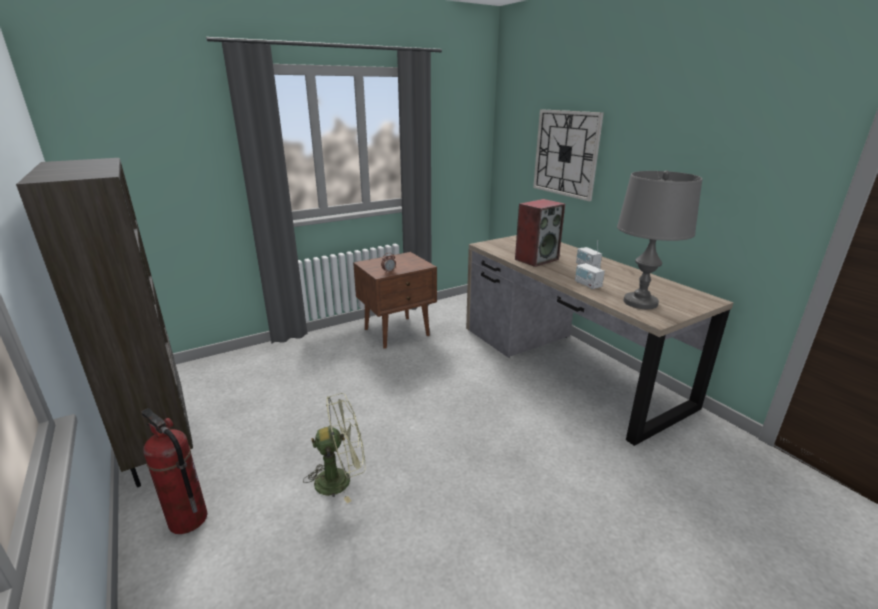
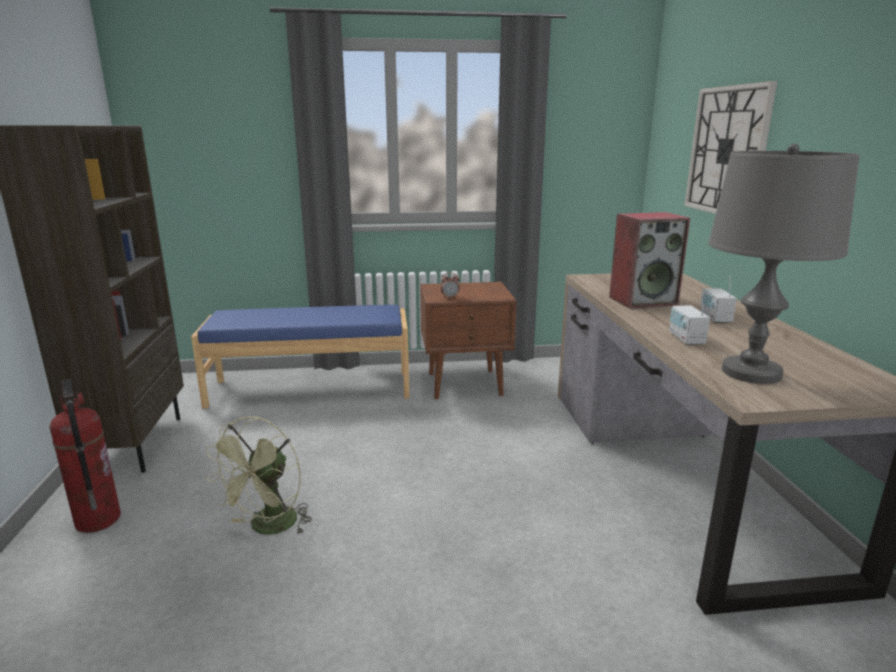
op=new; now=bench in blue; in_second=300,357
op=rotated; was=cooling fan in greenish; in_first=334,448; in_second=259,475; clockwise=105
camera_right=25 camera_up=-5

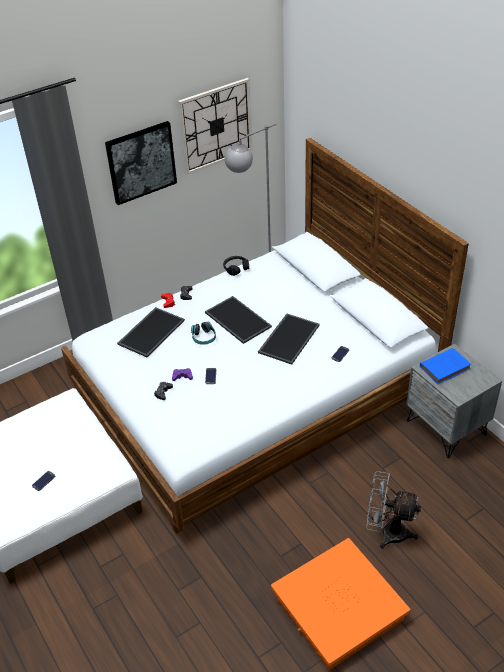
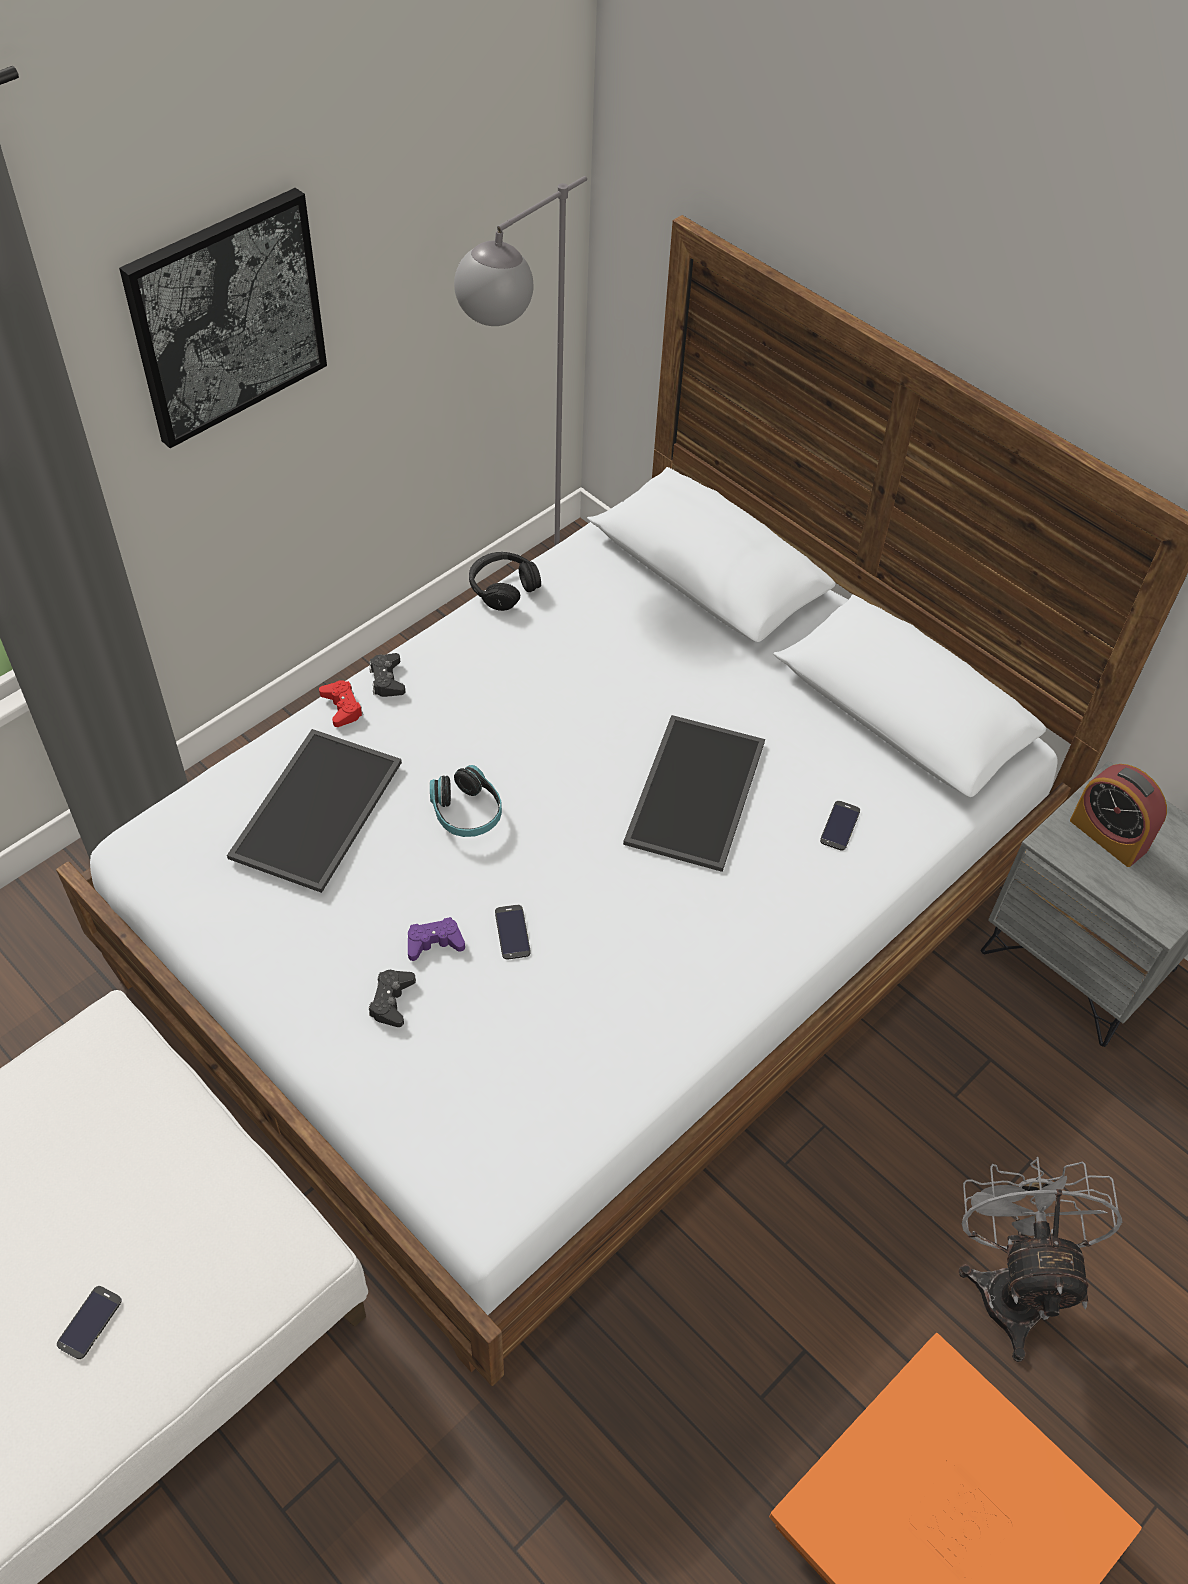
op=gone; was=wall clock; in_first=215,126
op=gone; was=tray; in_first=238,320
op=swapped; was=volume in blue; now=table clock; in_first=445,366; in_second=1118,815
op=rotated; was=cooling fan in grey; in_first=393,510; in_second=1040,1259; clockwise=90
camera_right=-15 camera_up=10

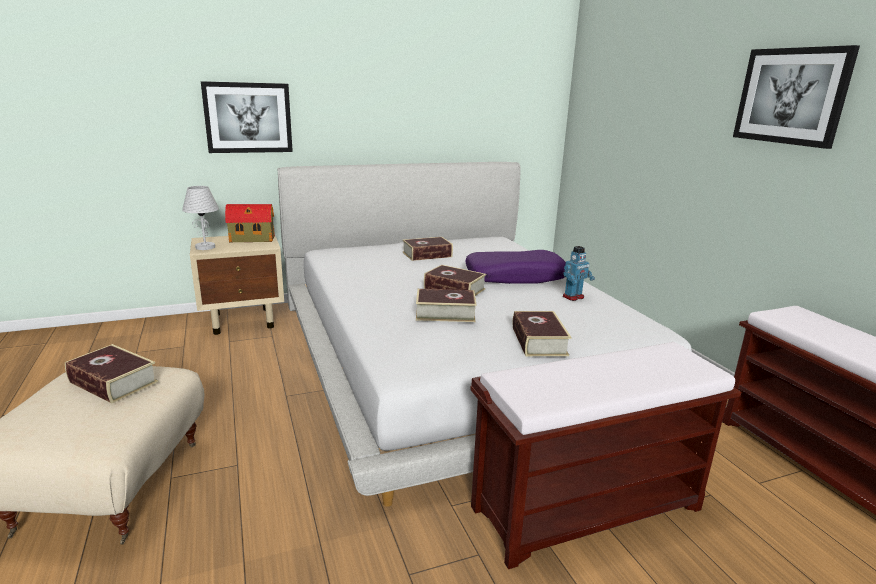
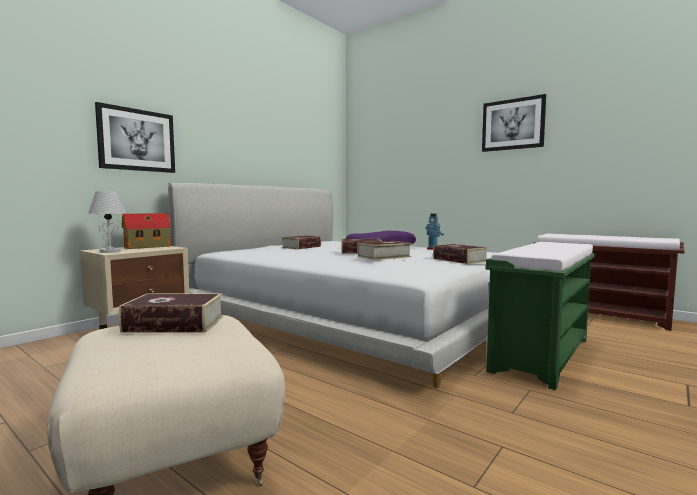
op=repainted; was=bench in brown; now=bench in greenish; in_first=605,455; in_second=540,316
camera_right=-30 camera_up=-15

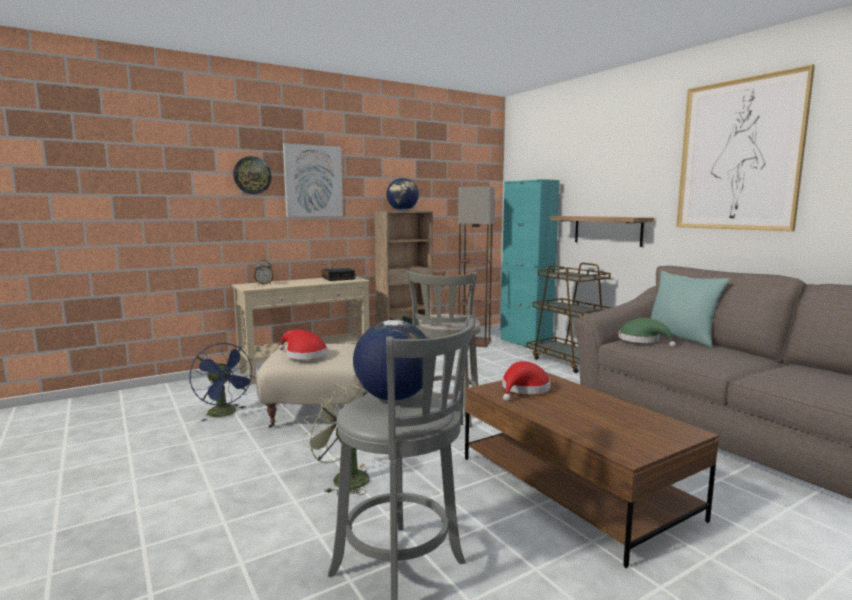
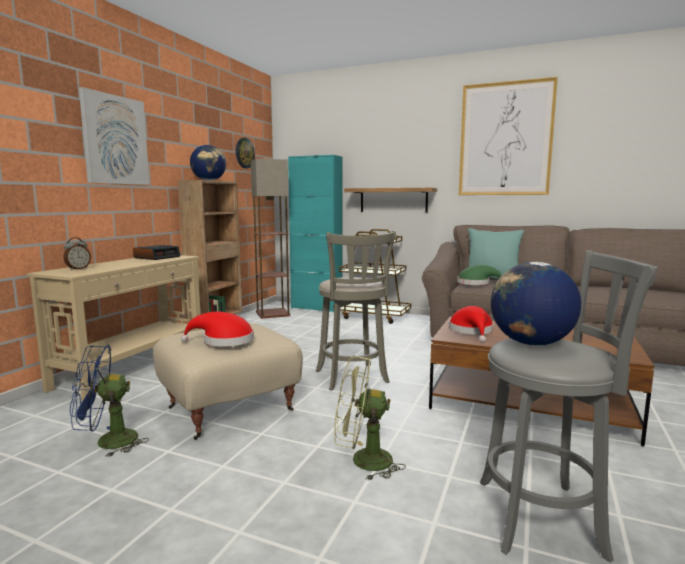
op=shifted; was=wall clock; in_first=252,175; in_second=245,153
op=rotated; was=cooling fan in blue; in_first=222,382; in_second=109,401; clockwise=150
camera_right=-35 camera_up=0

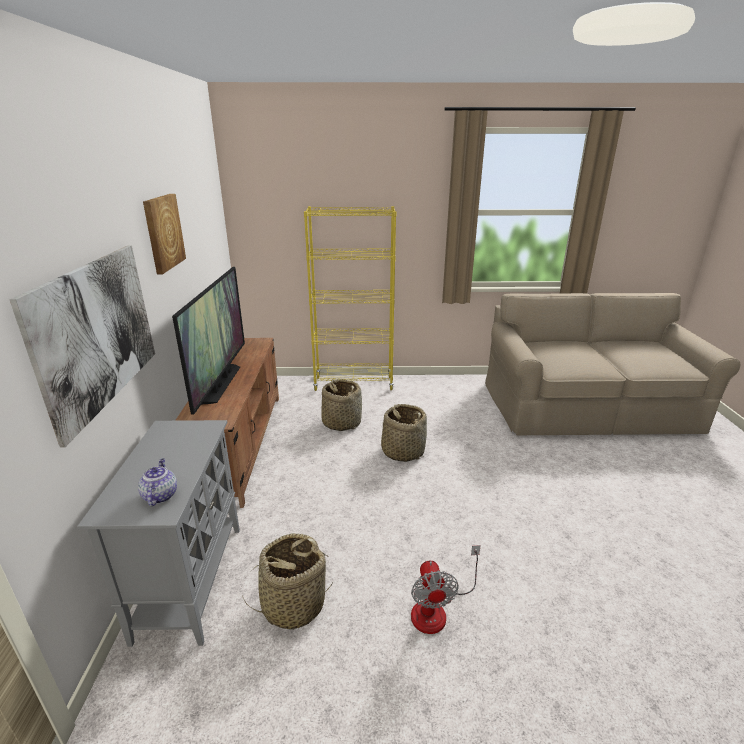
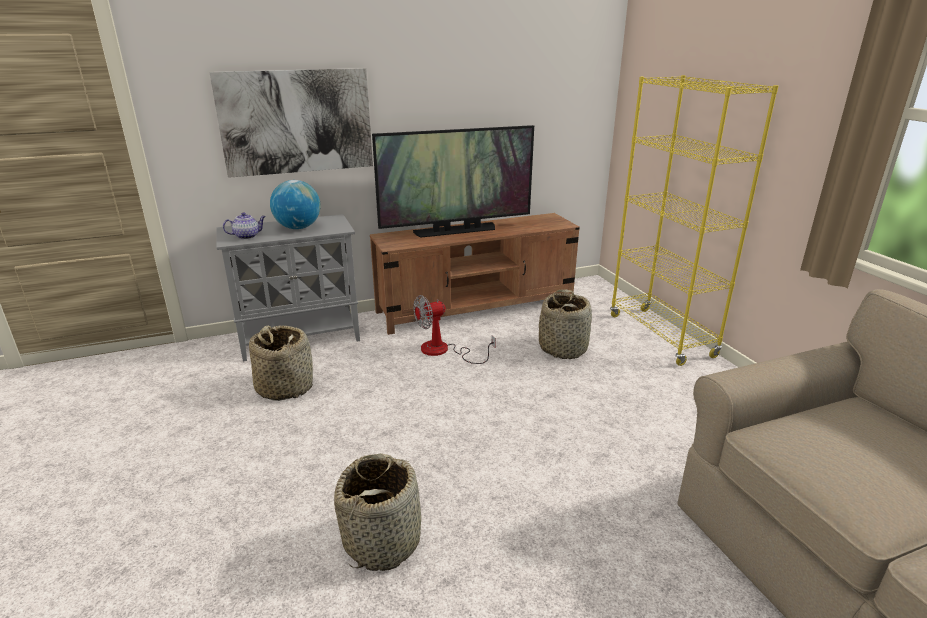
op=gone; was=picture; in_first=164,234
op=new; now=world globe; in_second=295,204
op=shifted; was=basket; in_first=404,433; in_second=377,512
op=shifted; was=cooling fan; in_first=446,589; in_second=454,329
camera_right=70 camera_up=0

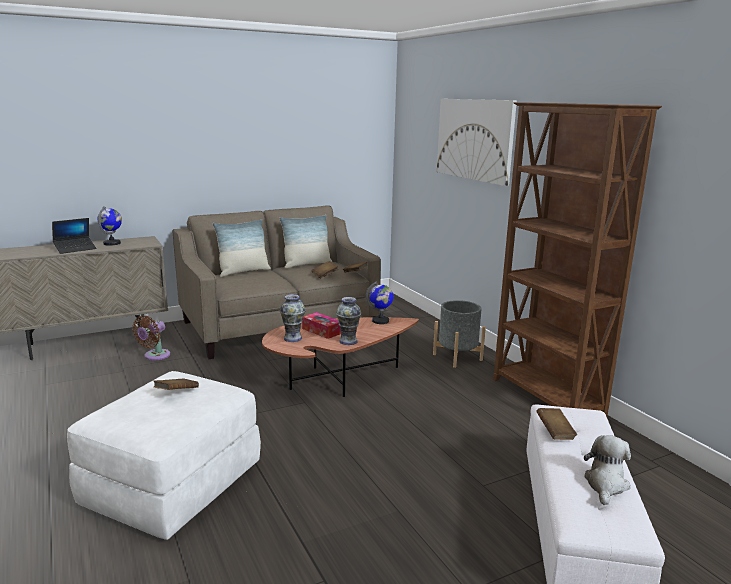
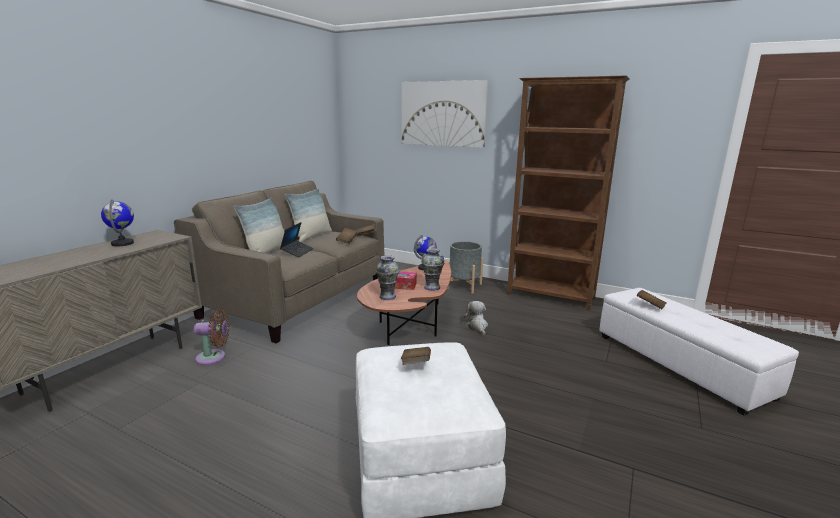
op=shifted; was=notebook computer; in_first=74,236; in_second=297,240
op=shifted; was=soft toy; in_first=607,470; in_second=476,318
op=rotated; was=cooling fan in brown; in_first=151,338; in_second=211,337; clockwise=-90
camera_right=-35 camera_up=0

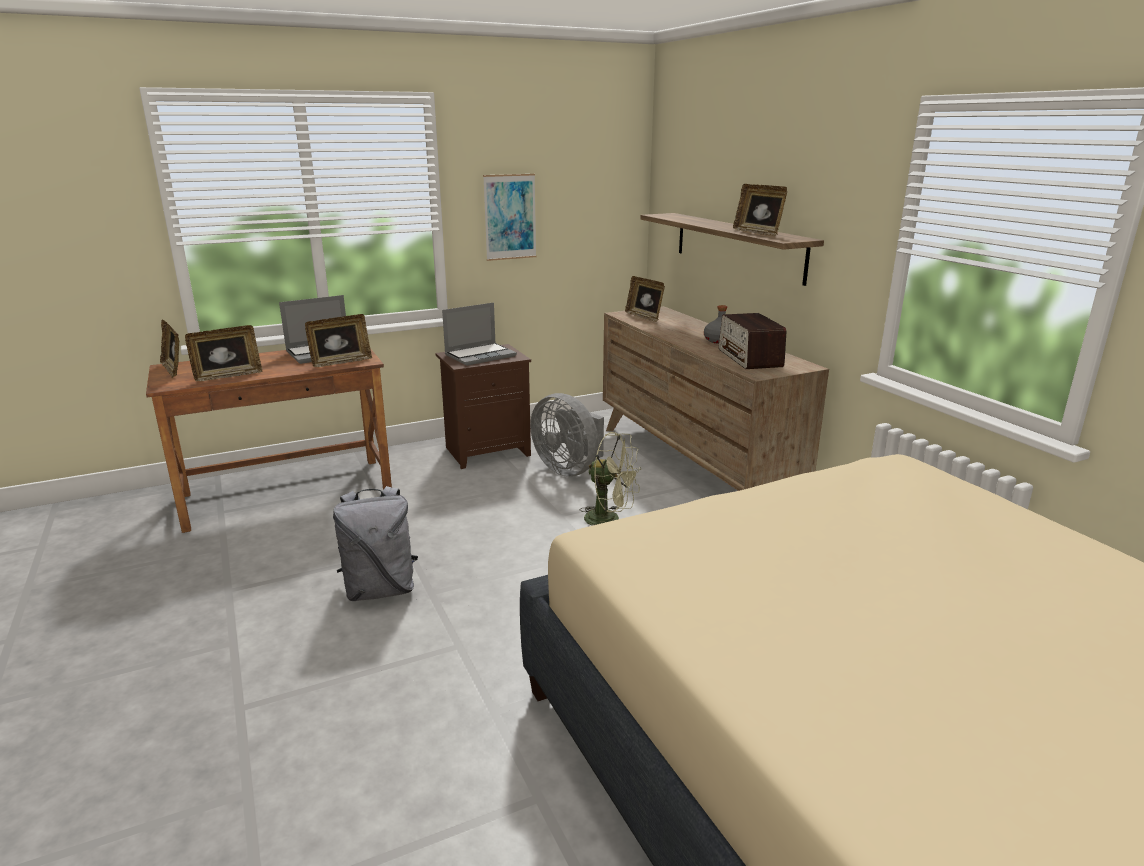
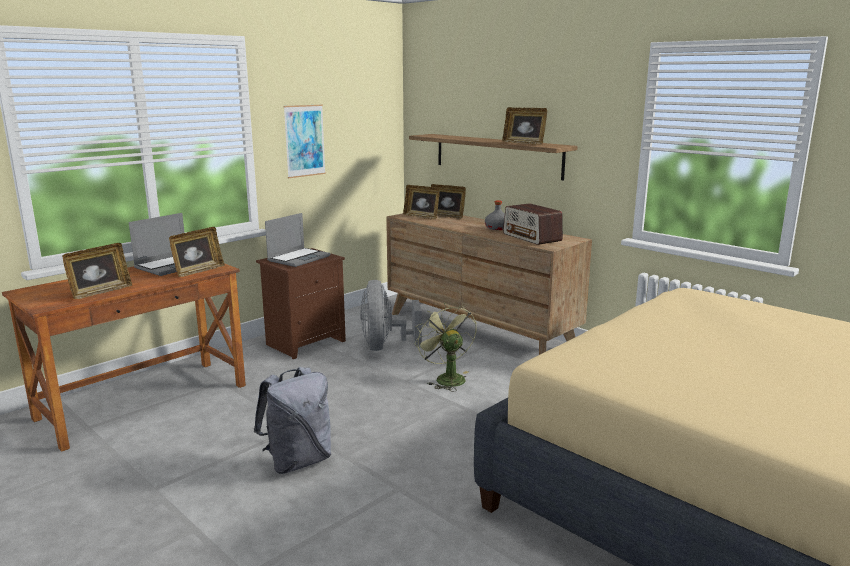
op=shifted; was=photo frame; in_first=169,349; in_second=448,201
op=rotated; was=cooling fan in grey; in_first=567,435; in_second=391,315; clockwise=60
op=rotated; was=cooling fan in greenish; in_first=610,479; in_second=445,347; clockwise=-120
camera_right=-20 camera_up=-5

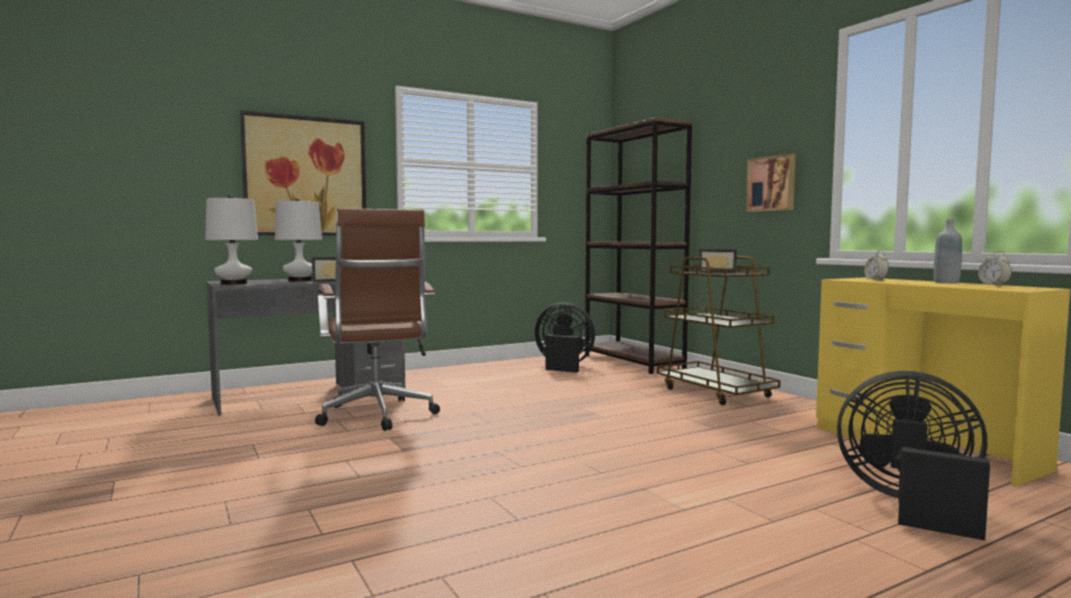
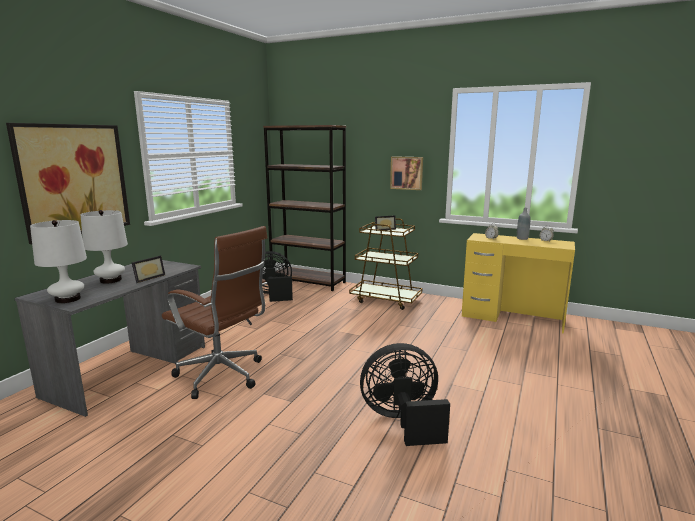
op=shifted; was=cooling fan in blackish; in_first=913,456; in_second=405,394
camera_right=-35 camera_up=10

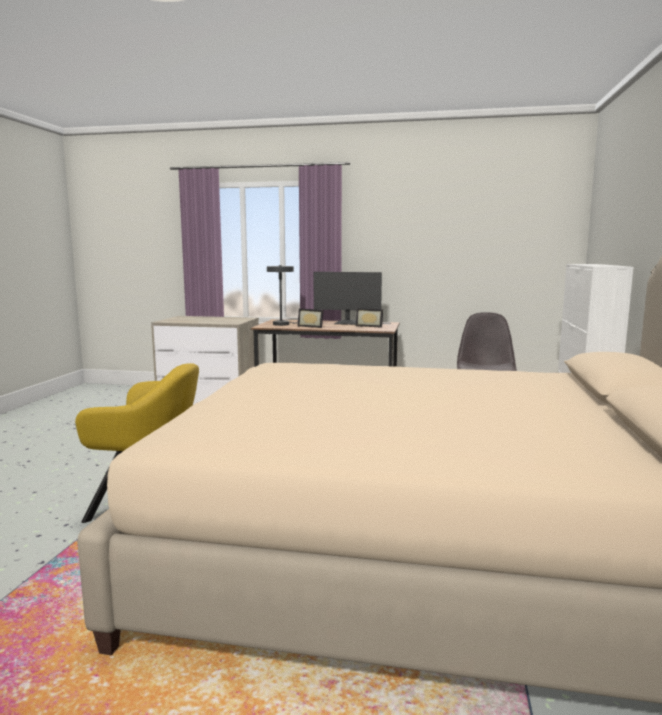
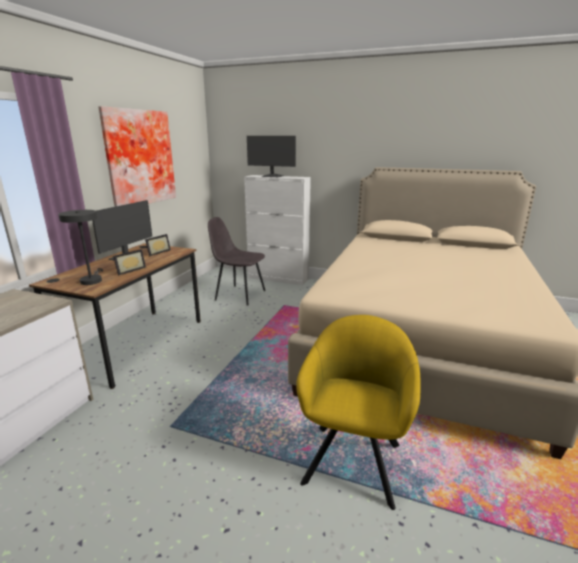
op=new; now=picture; in_second=137,156
op=new; now=computer screen; in_second=271,156
camera_right=-80 camera_up=10

